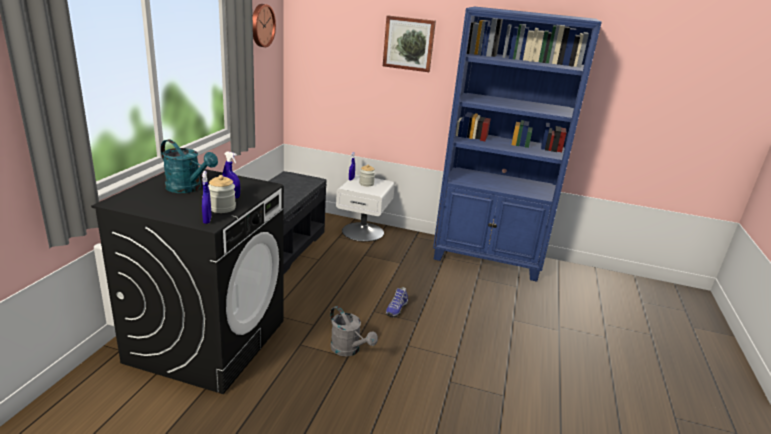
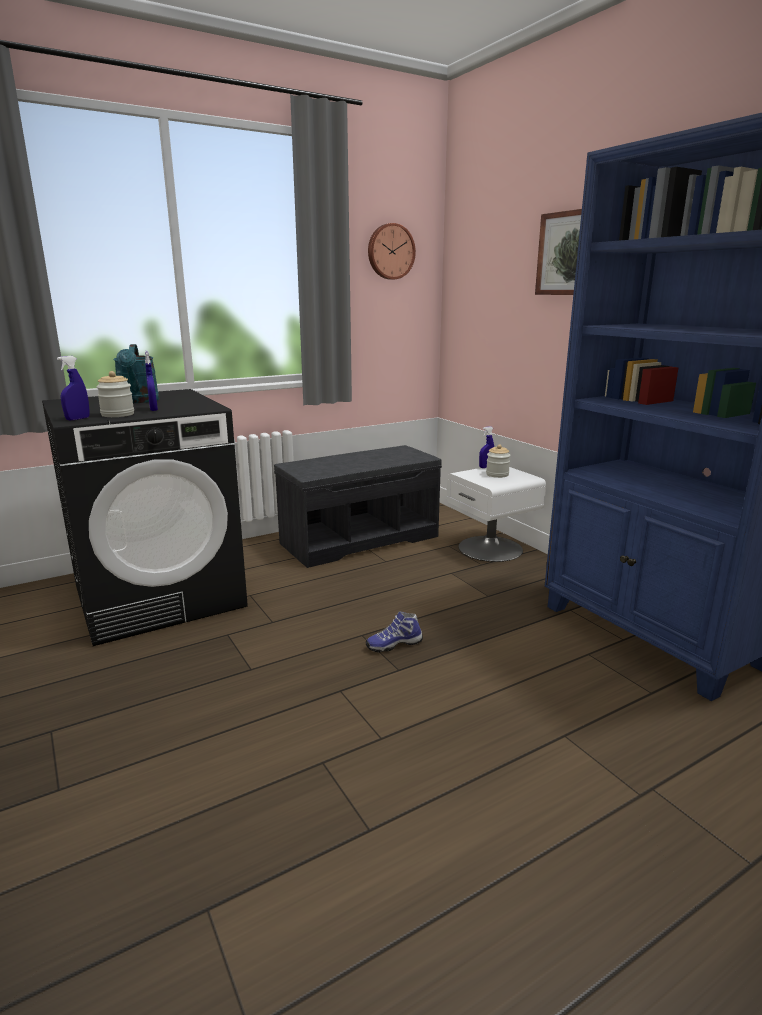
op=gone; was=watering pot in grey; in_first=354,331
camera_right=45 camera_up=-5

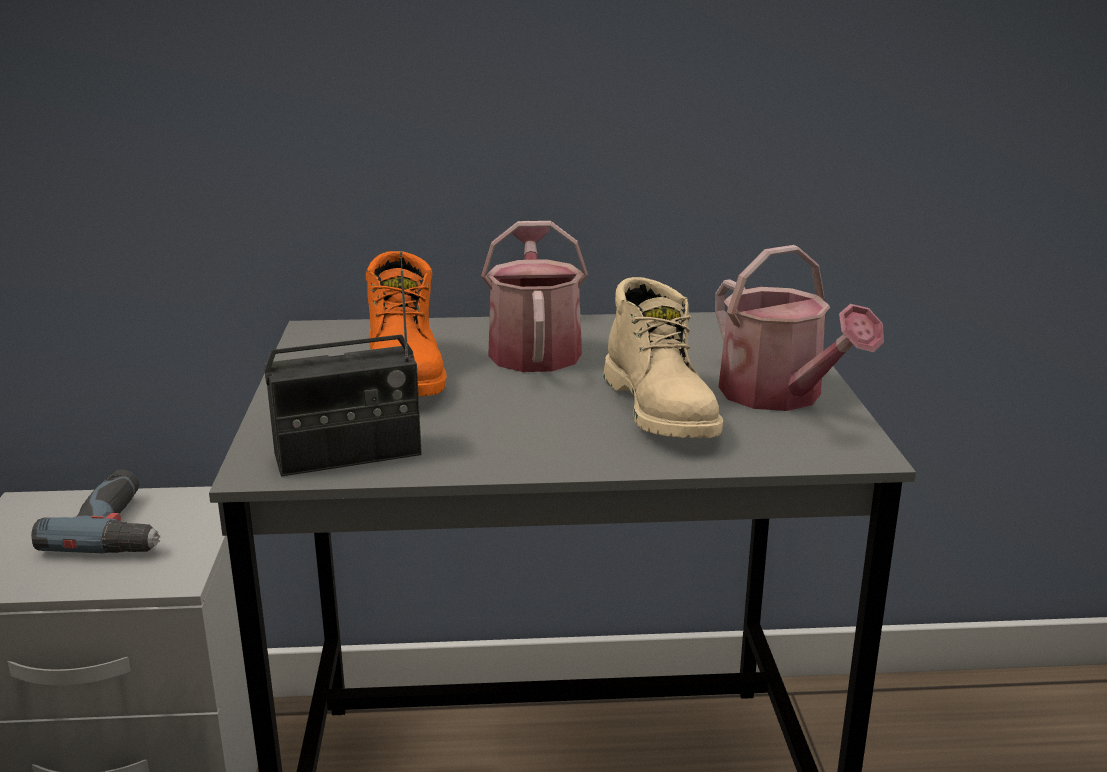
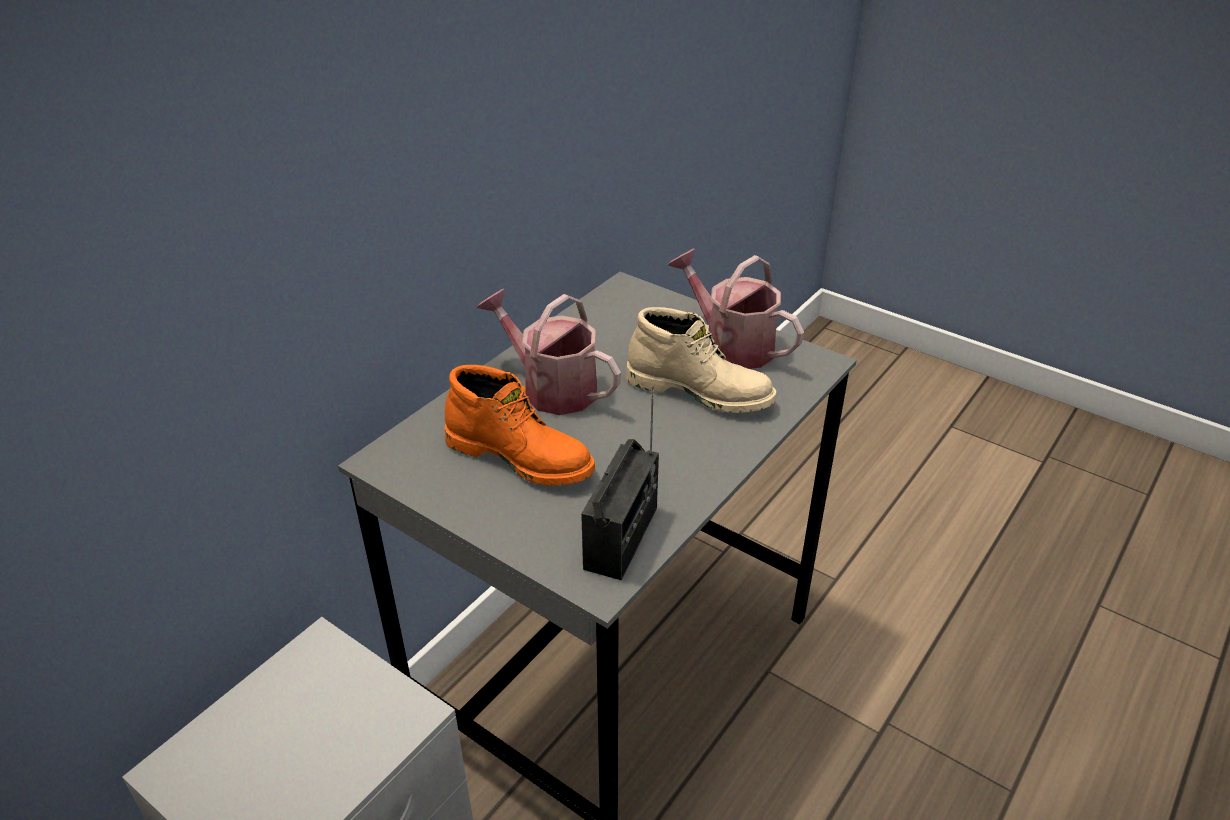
op=gone; was=electric drill; in_first=95,511
op=rotated; was=watering pot; in_first=799,328; in_second=736,309; clockwise=-150
camera_right=-50 camera_up=15

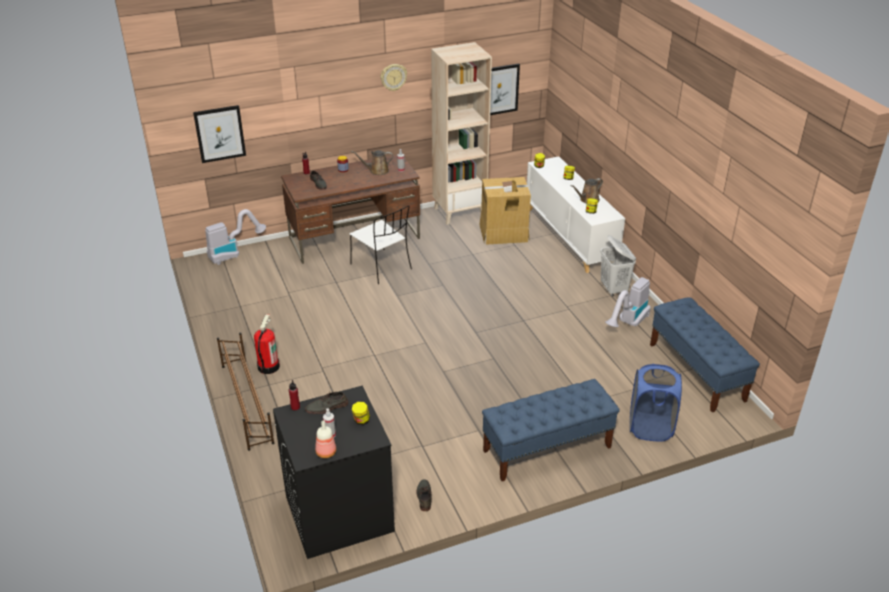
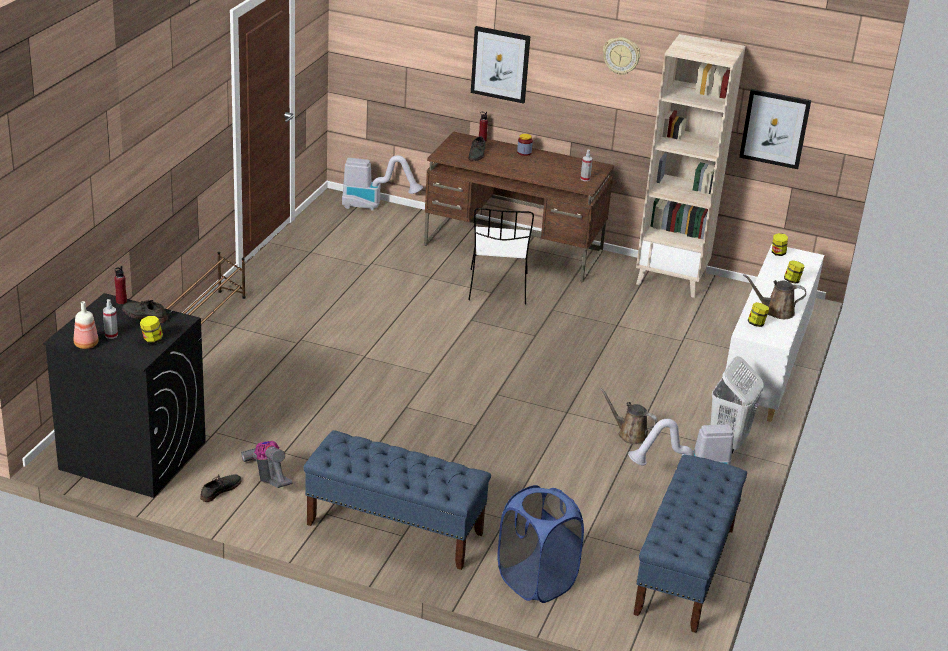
op=gone; was=extinguisher; in_first=267,344
op=gone; was=packing box; in_first=505,211
op=new; now=vacuum; in_second=267,464
op=shifted; was=picture; in_first=219,134; in_second=500,65
op=shifted; was=watering pot in brown; in_first=372,162; in_second=629,416
camera_right=40 camera_up=-5

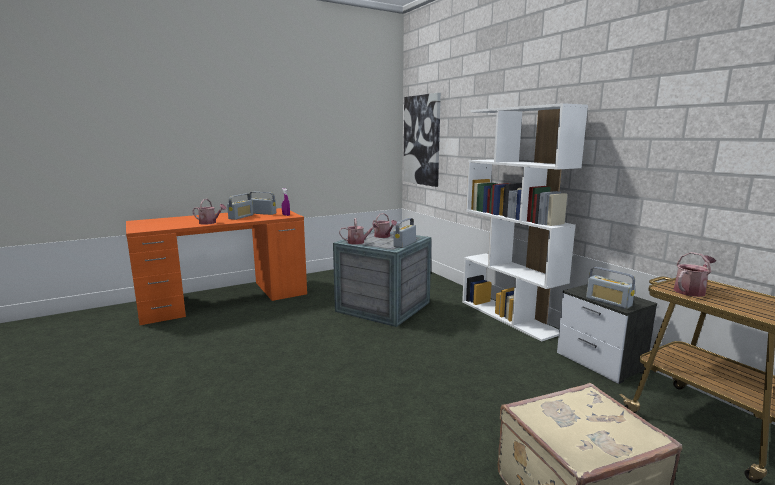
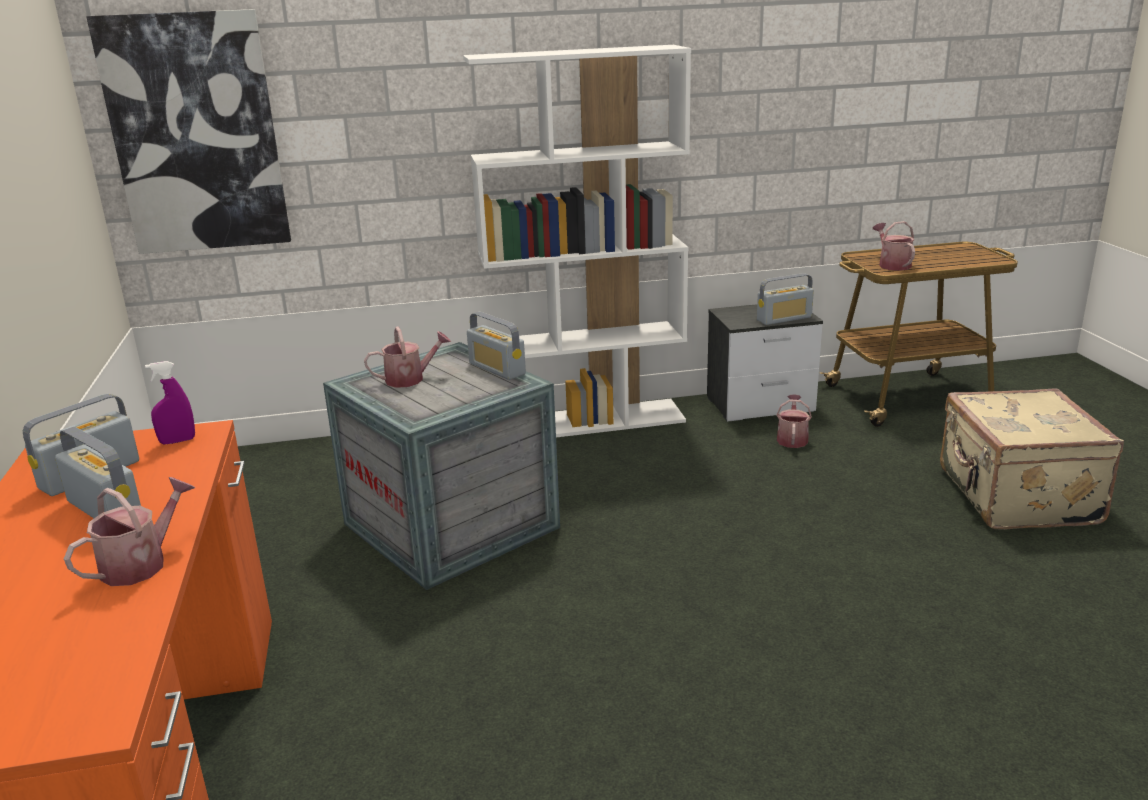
op=shifted; was=watering pot; in_first=358,231; in_second=794,421
camera_right=-70 camera_up=10

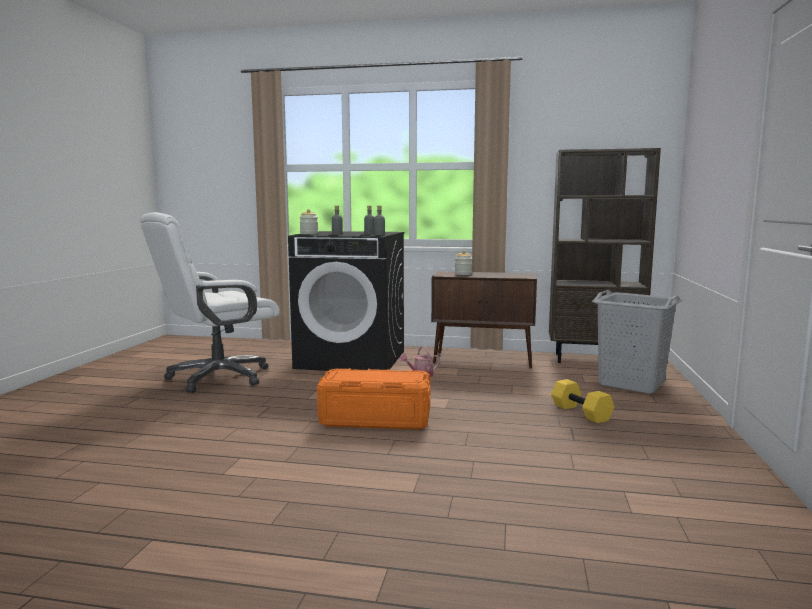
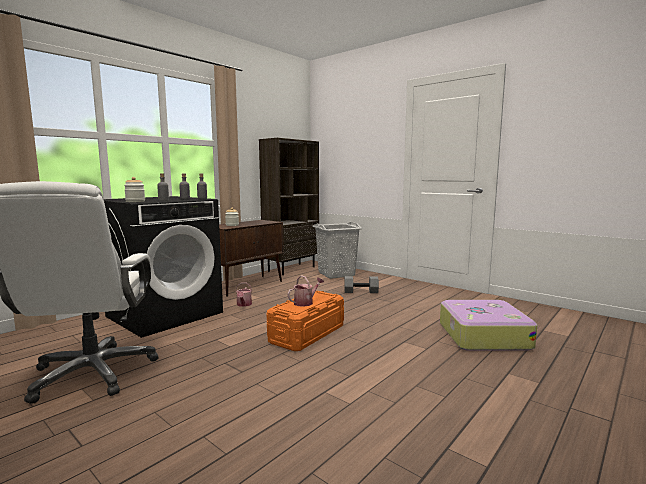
op=new; now=watering pot; in_second=305,291
op=new; now=suitcase; in_second=488,325
op=repainted; was=hand weight in yellow; now=hand weight in grey; in_first=582,401; in_second=362,284
camera_right=-60 camera_up=0

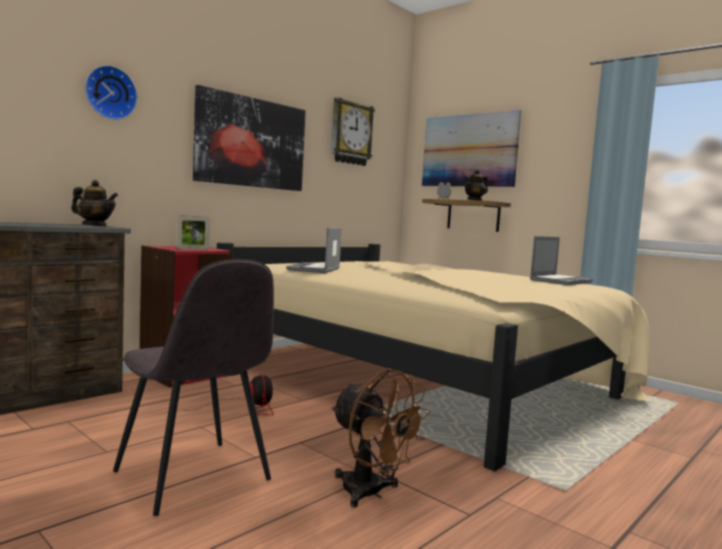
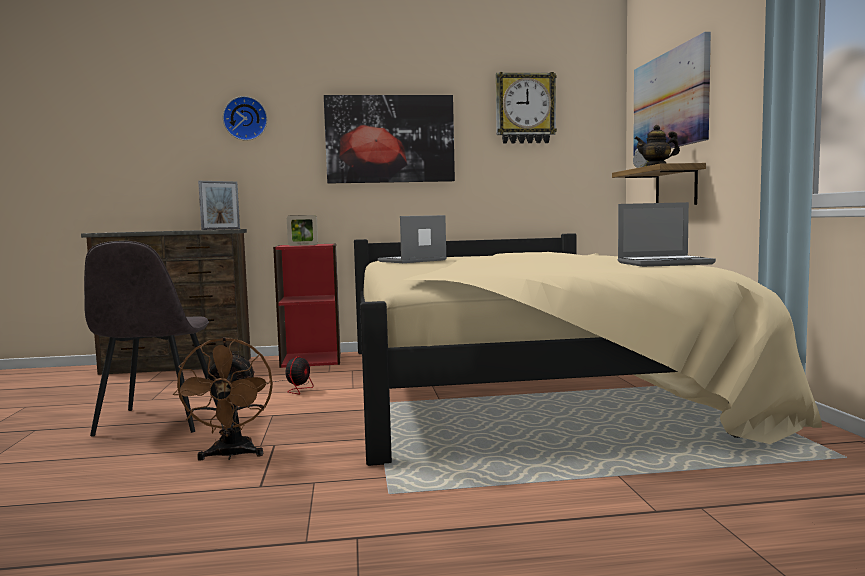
op=swapped; was=teapot; now=photo frame; in_first=94,203; in_second=219,205
camera_right=40 camera_up=0

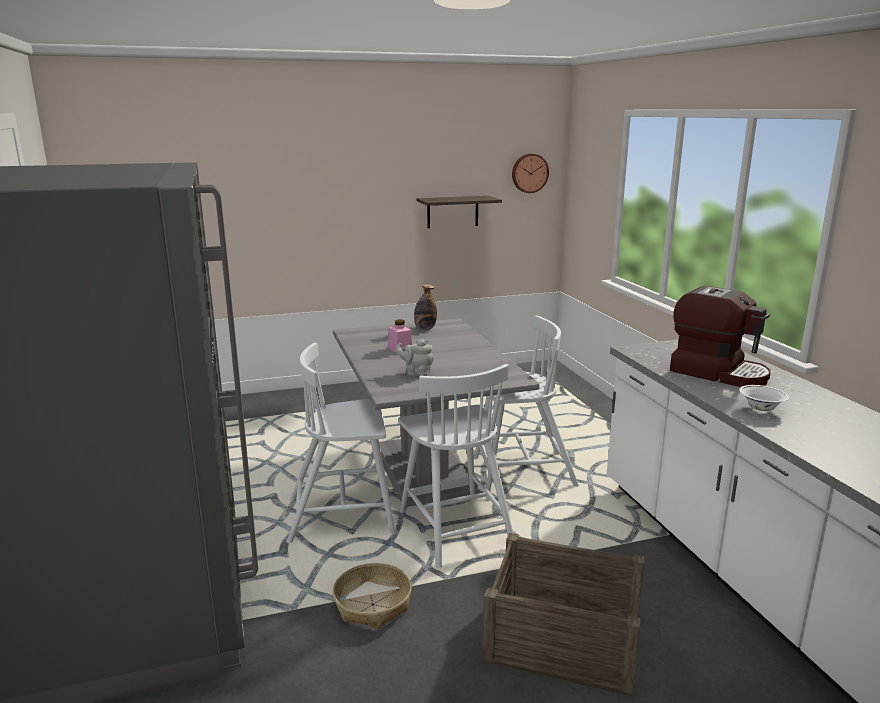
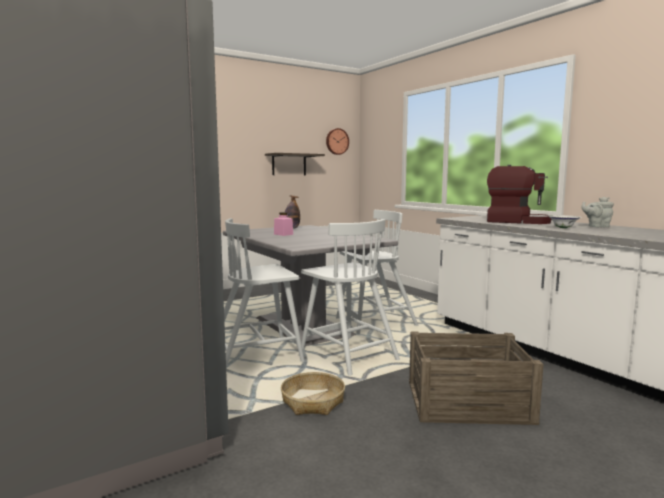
op=shifted; was=teapot in grey; in_first=415,357; in_second=597,212
camera_right=-15 camera_up=-10

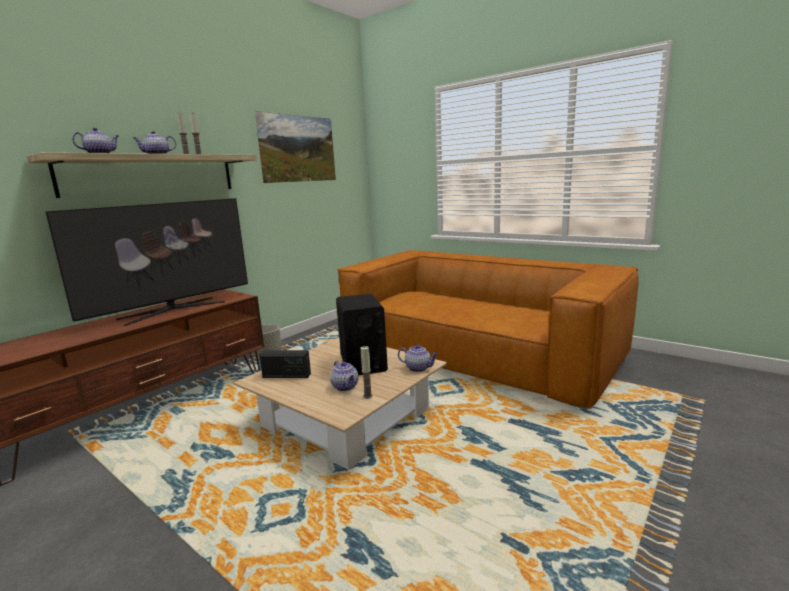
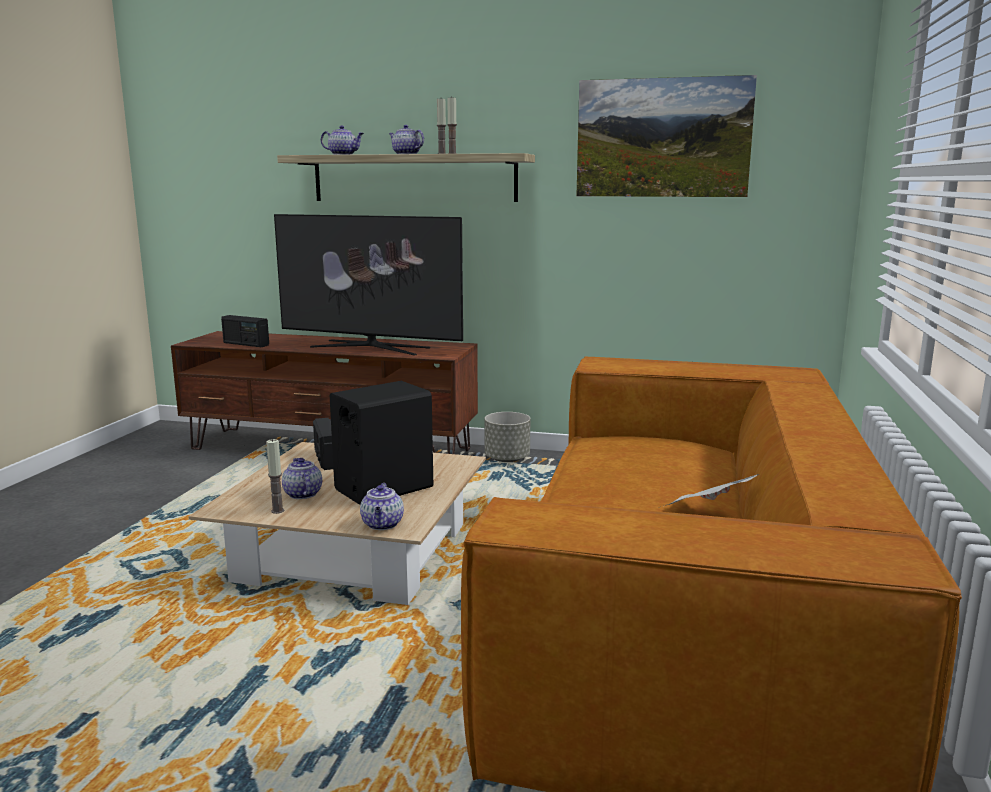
op=new; now=radio; in_second=245,331
op=new; now=newspaper; in_second=708,491
op=rotated; was=teapot; in_first=344,376; in_second=302,478; clockwise=120
camera_right=65 camera_up=0

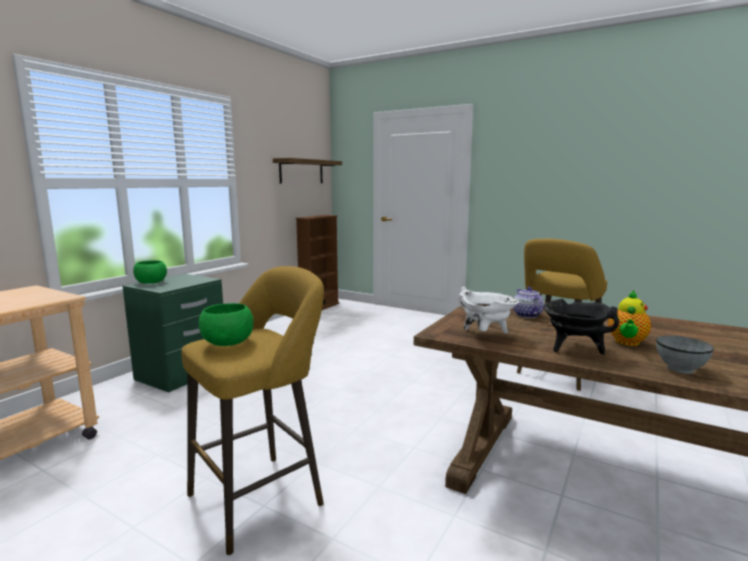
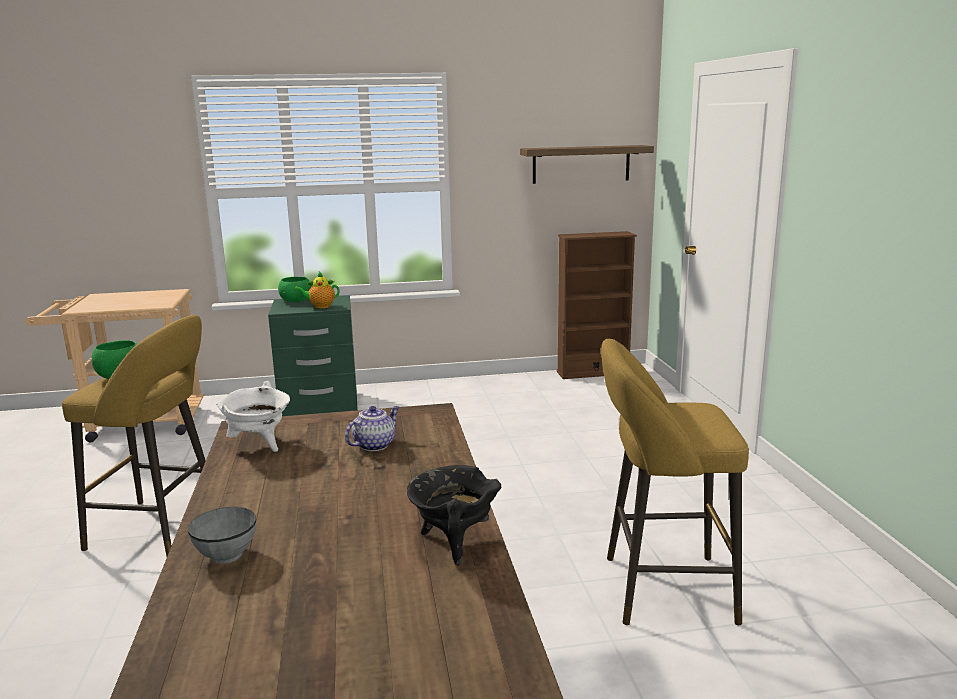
op=shifted; was=saucepot in blackish; in_first=581,327; in_second=454,515
op=shifted; was=teapot; in_first=629,318; in_second=317,290
camera_right=50 camera_up=5

